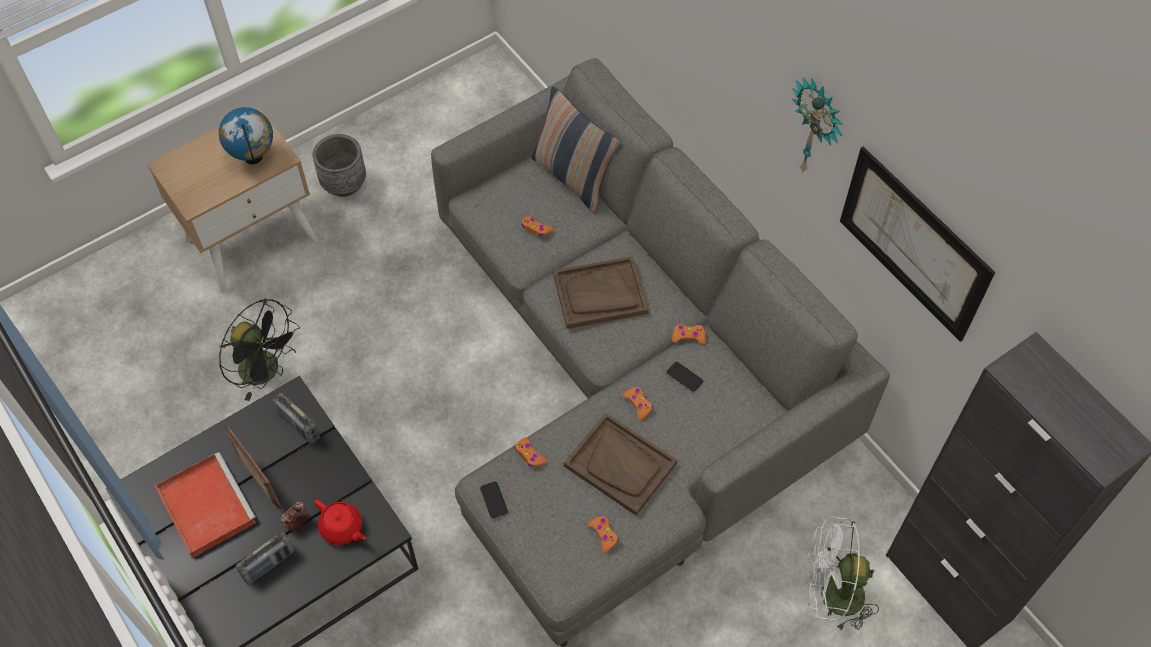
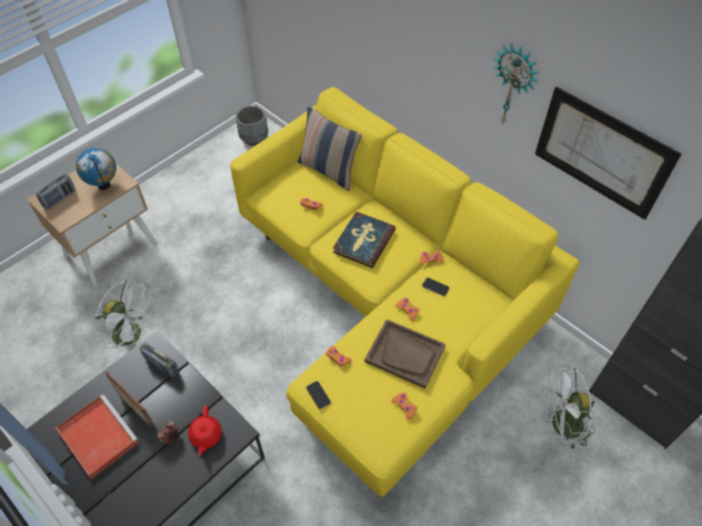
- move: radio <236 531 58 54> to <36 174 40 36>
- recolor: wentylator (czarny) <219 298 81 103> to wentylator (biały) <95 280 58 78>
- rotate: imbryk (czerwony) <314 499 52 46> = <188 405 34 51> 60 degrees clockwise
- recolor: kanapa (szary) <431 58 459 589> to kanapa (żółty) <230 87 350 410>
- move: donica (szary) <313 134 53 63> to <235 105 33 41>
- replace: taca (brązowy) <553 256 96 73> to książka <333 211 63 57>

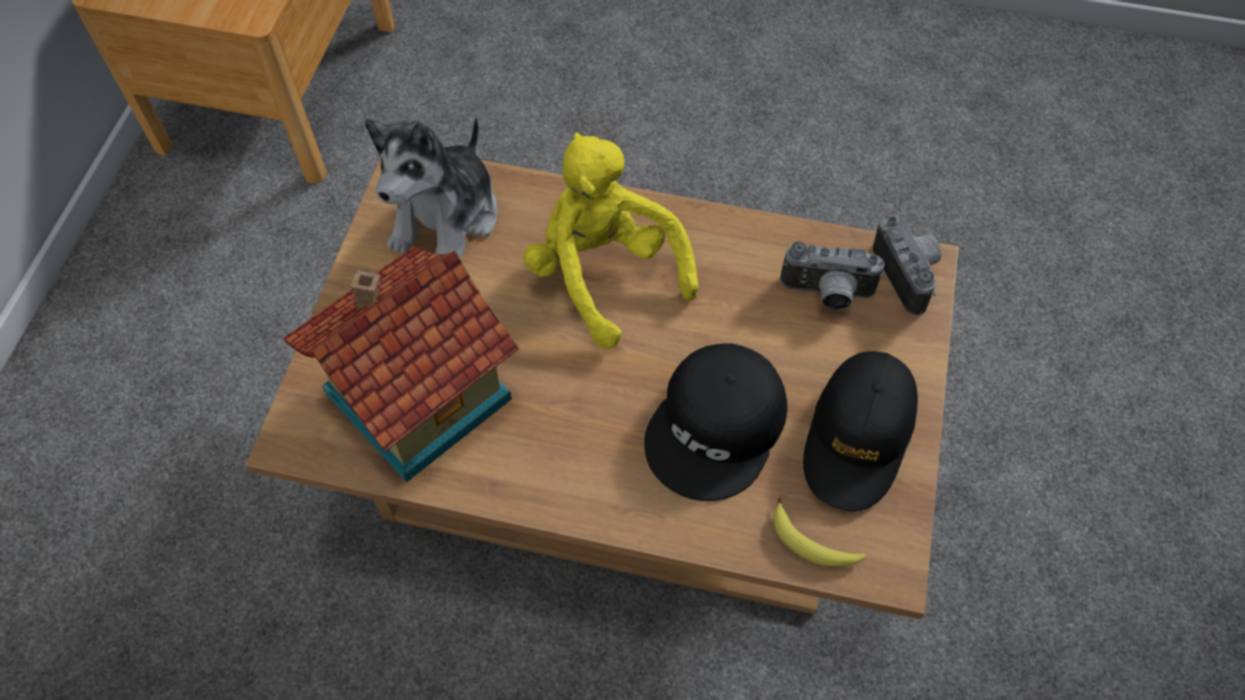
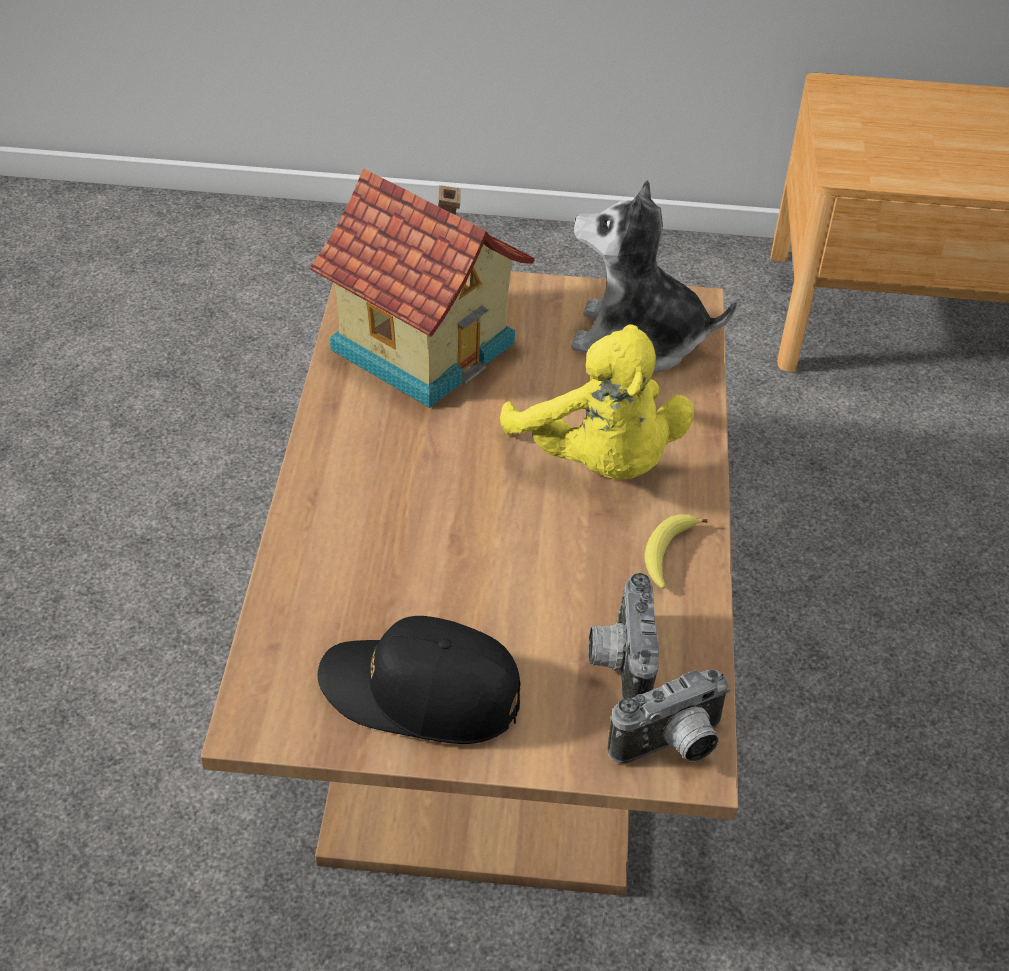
- rotate: pluszak (żółty) <523 132 175 217> = <500 324 194 156> 105 degrees clockwise
- move: banan <774 498 92 68> to <645 514 63 75>
- delete: czapka z daszkiem (czarny) <644 343 143 158>

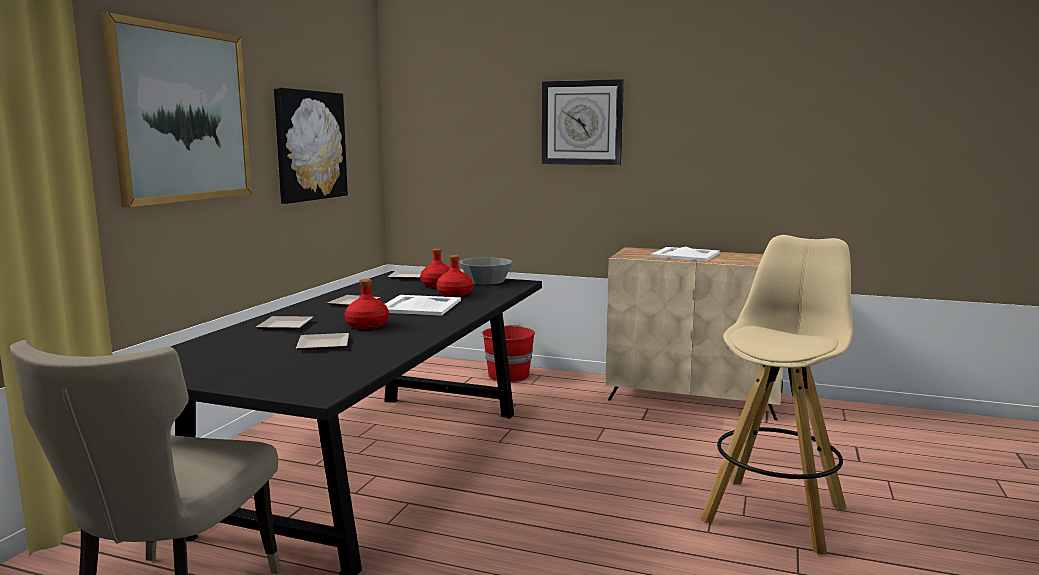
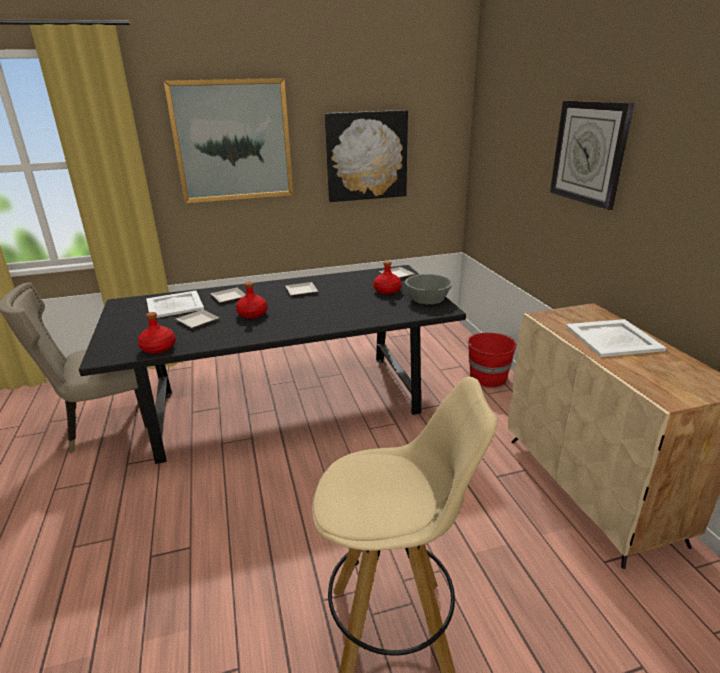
- move: butelka (czerwony) <437 255 36 42> to <138 312 38 42>
- move: taca (biały) <385 295 76 21> to <146 291 58 27>

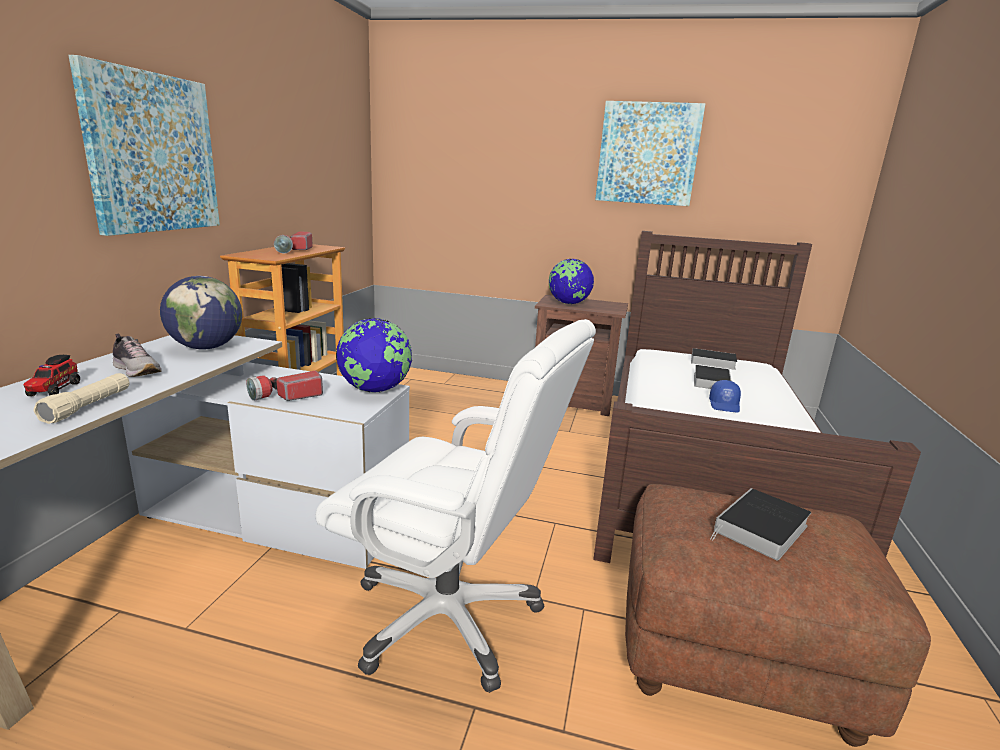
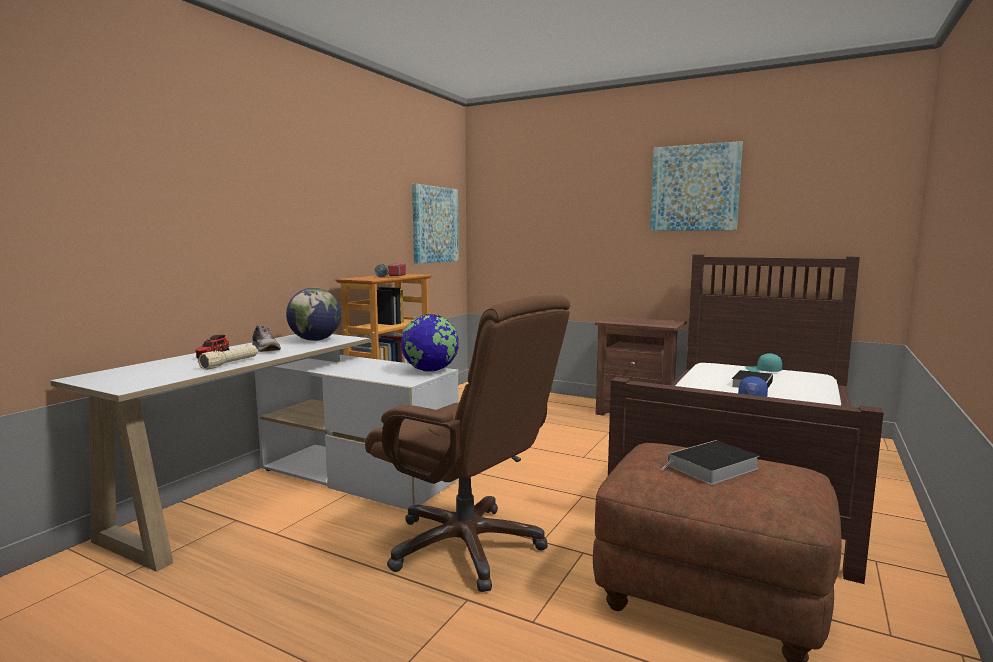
- recolor: krzesło biurowe (biały) <315 319 281 374> to krzesło biurowe (brązowy) <365 295 205 297>
- move: obraz <69 55 151 181> to <412 184 47 80>
- replace: książka <691 348 46 22> to czapka z daszkiem (turkusowy) <746 353 36 19>
- delete: latarka <246 371 77 30>
- delete: globus <549 259 45 45>

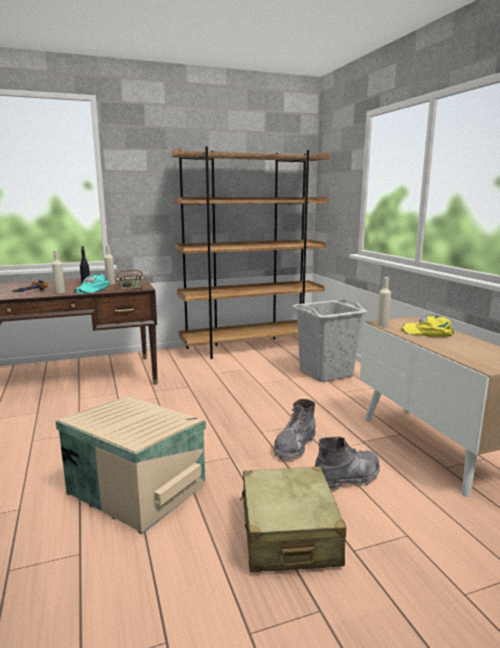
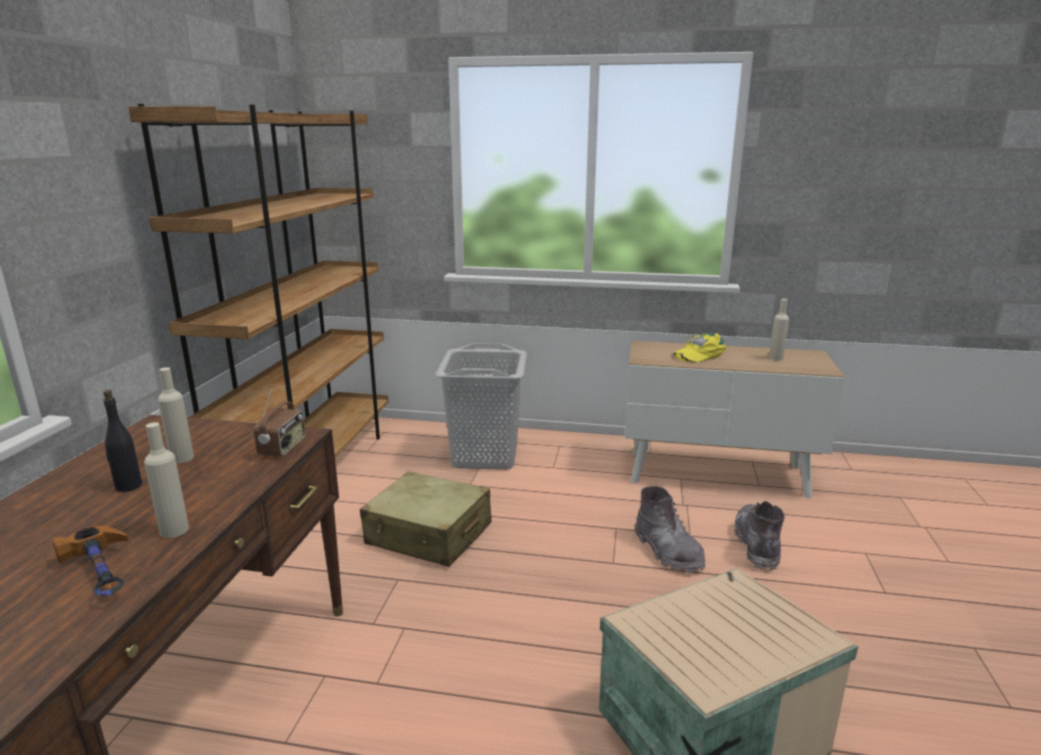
- move: walizka (beżowy) <240 466 106 106> to <360 471 132 96>
- move: butelka (beżowy) <377 277 14 50> to <769 299 20 61>
- delete: czapka z daszkiem (turkusowy) <74 274 36 20>

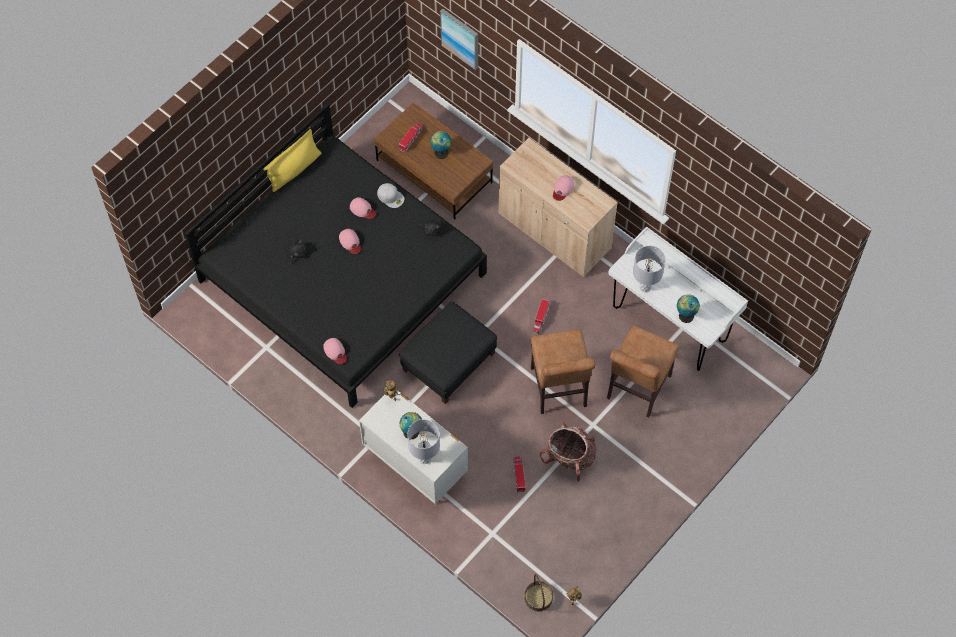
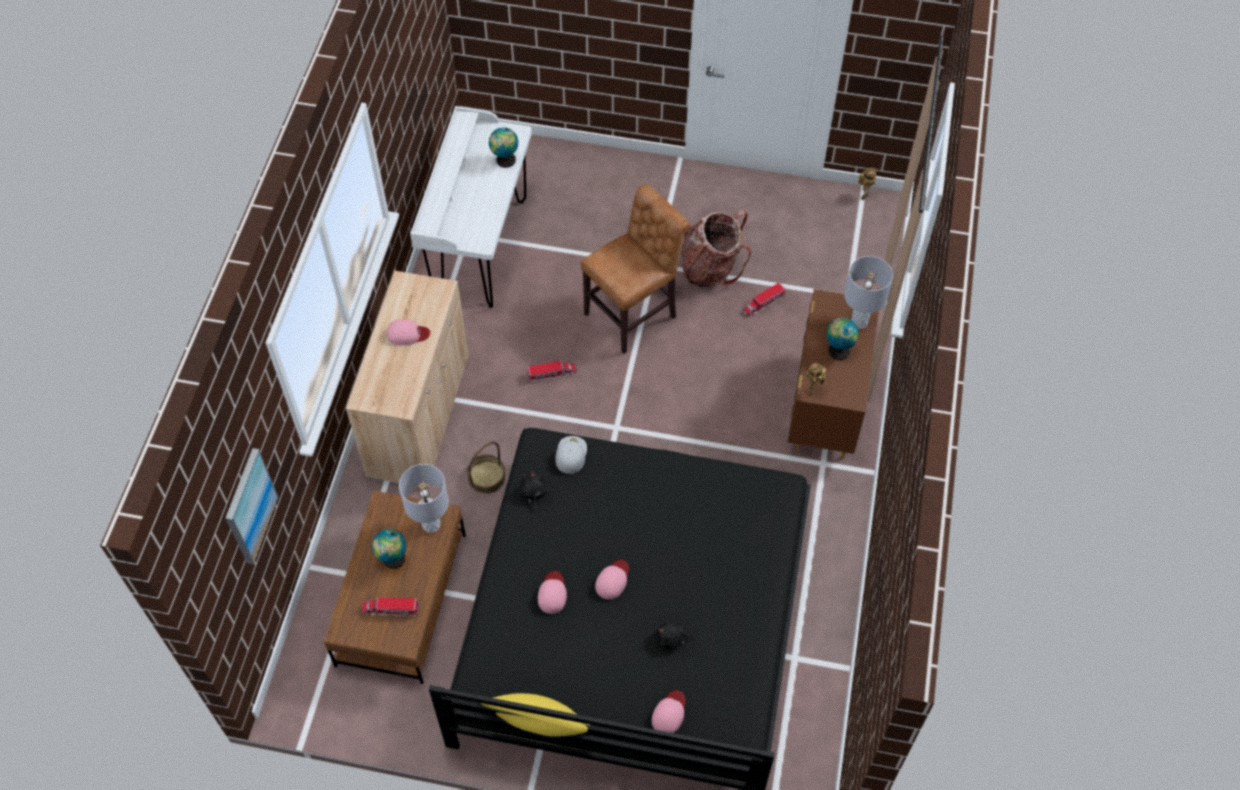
- move: lampa stołowa (szary) <633 246 33 46> to <399 464 50 69>
- move: koszyk <524 574 29 38> to <467 441 39 53>
- move: czapka z daszkiem (biały) <377 183 27 25> to <555 436 32 38>
- move: czapka z daszkiem (różowy) <323 338 24 26> to <652 690 34 43>
- recolor: komoda (biały) <359 391 109 113> to komoda (brązowy) <788 289 91 170>
- delete: pufa (czarny) <399 302 98 102>
- delete: krzesło (brązowy) <607 325 72 93>

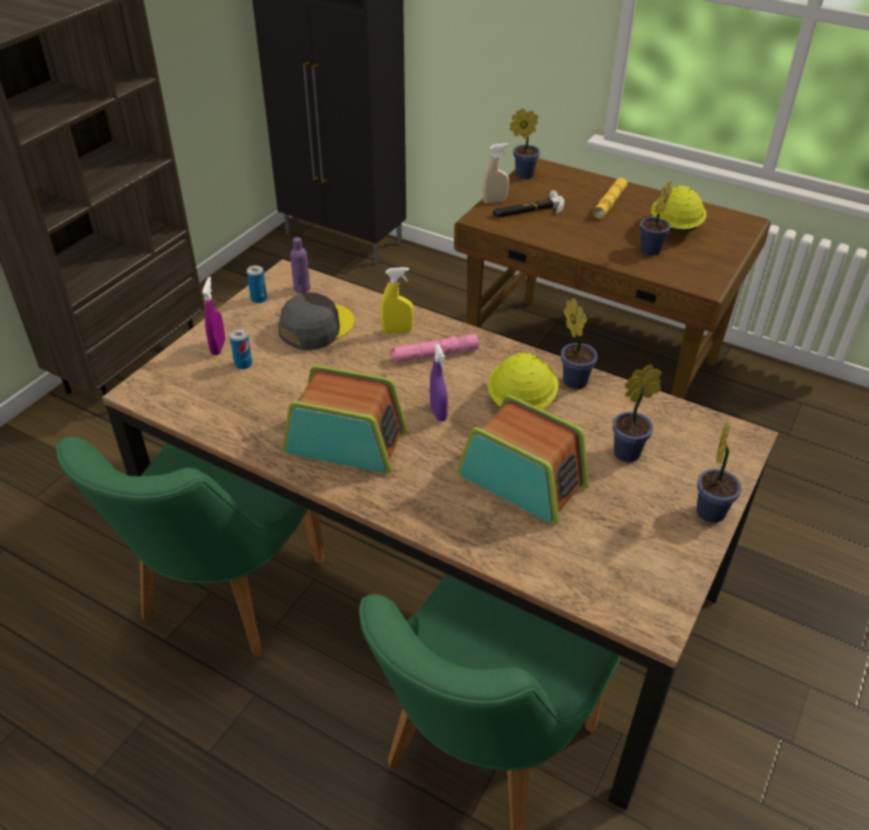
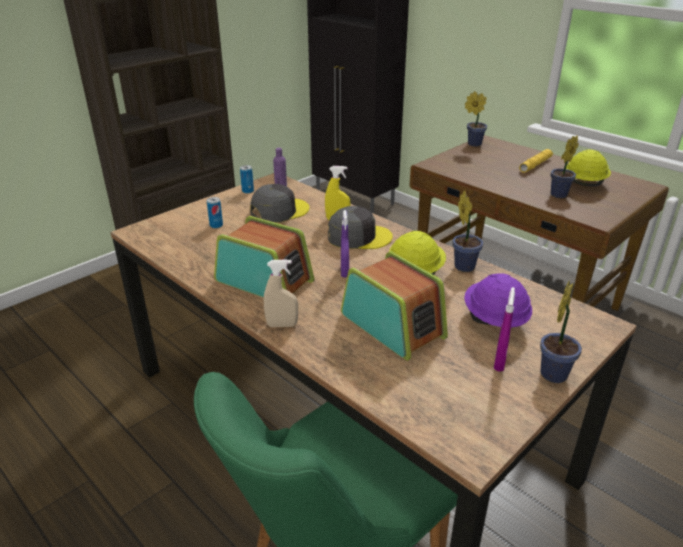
- move: spryskiwacz (beżowy) <483 143 26 60> to <264 259 34 68>
- replace: latarka (różowy) <390 334 89 29> to czapka z daszkiem (szary) <328 206 65 43>
- replace: roślina doniczkowa <613 364 49 98> to kask (fioletowy) <464 273 68 55>
- move: spryskiwacz (fioletowy) <202 277 23 78> to <494 287 21 85>
- delete: krzesło (zielony) <56 436 269 222>
- delete: młotek <493 190 71 28>

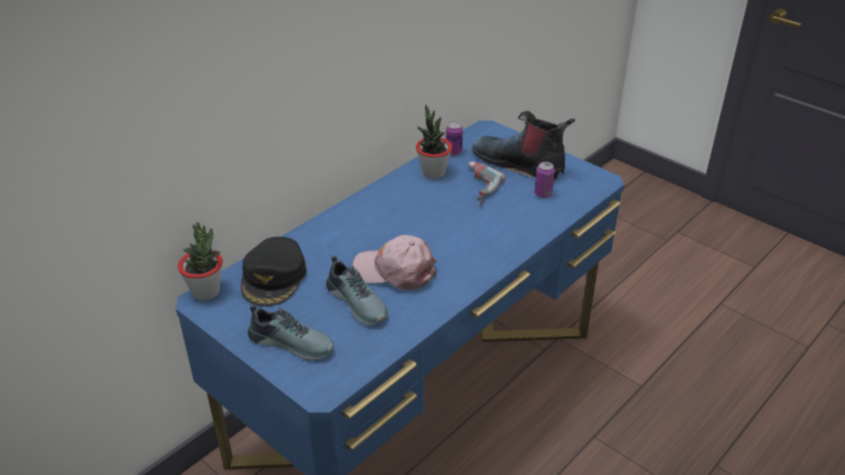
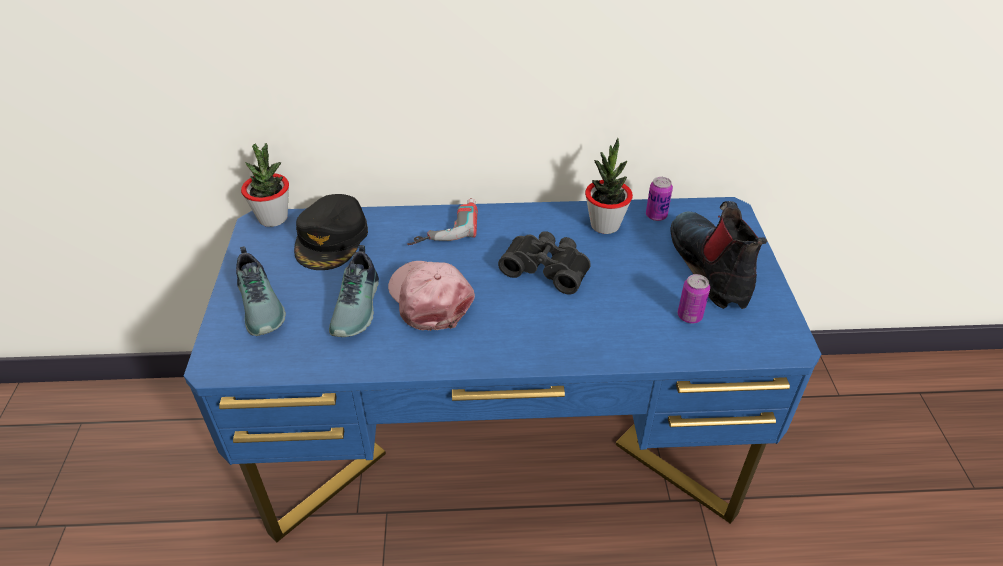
- rotate: czapka z daszkiem (czarny) <241 237 65 69> = <294 194 74 76> 45 degrees counterclockwise
- move: wiertarka <468 161 37 45> to <407 198 71 47>
- insert: lornetka (czarny) <498 231 93 64>

